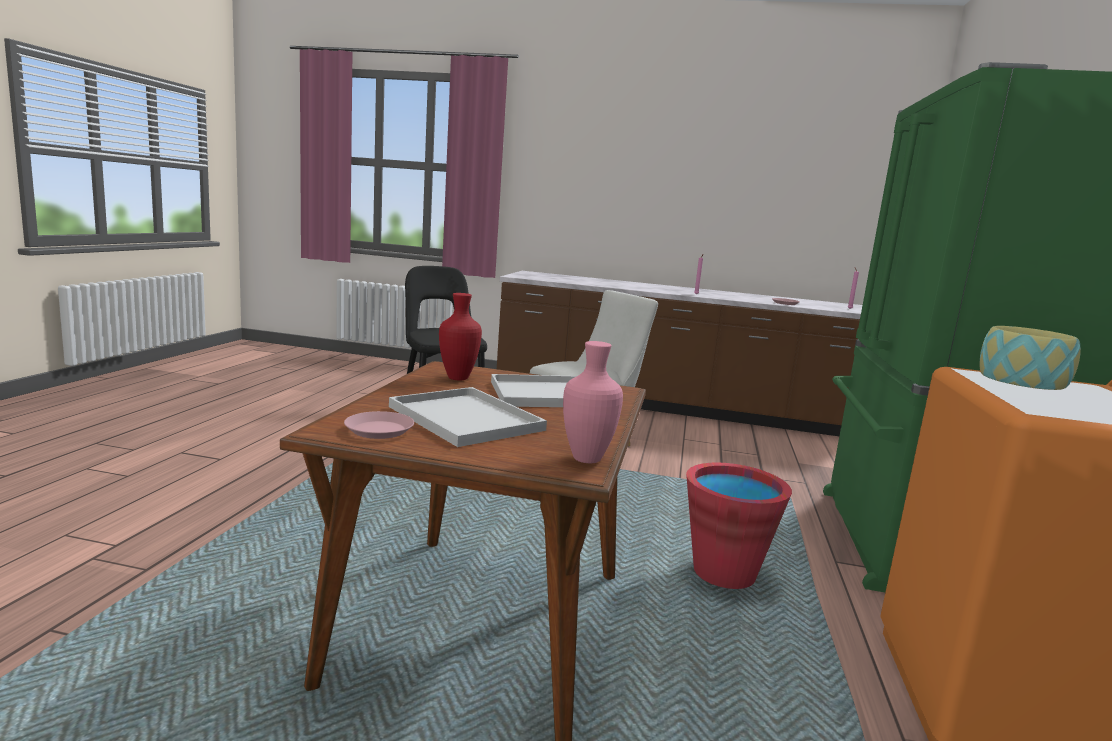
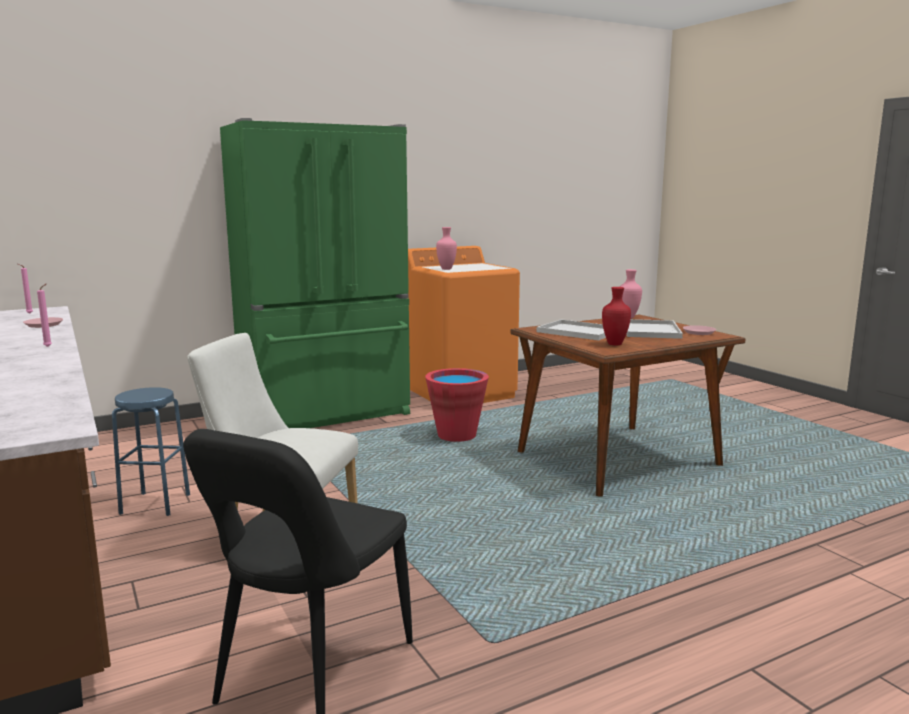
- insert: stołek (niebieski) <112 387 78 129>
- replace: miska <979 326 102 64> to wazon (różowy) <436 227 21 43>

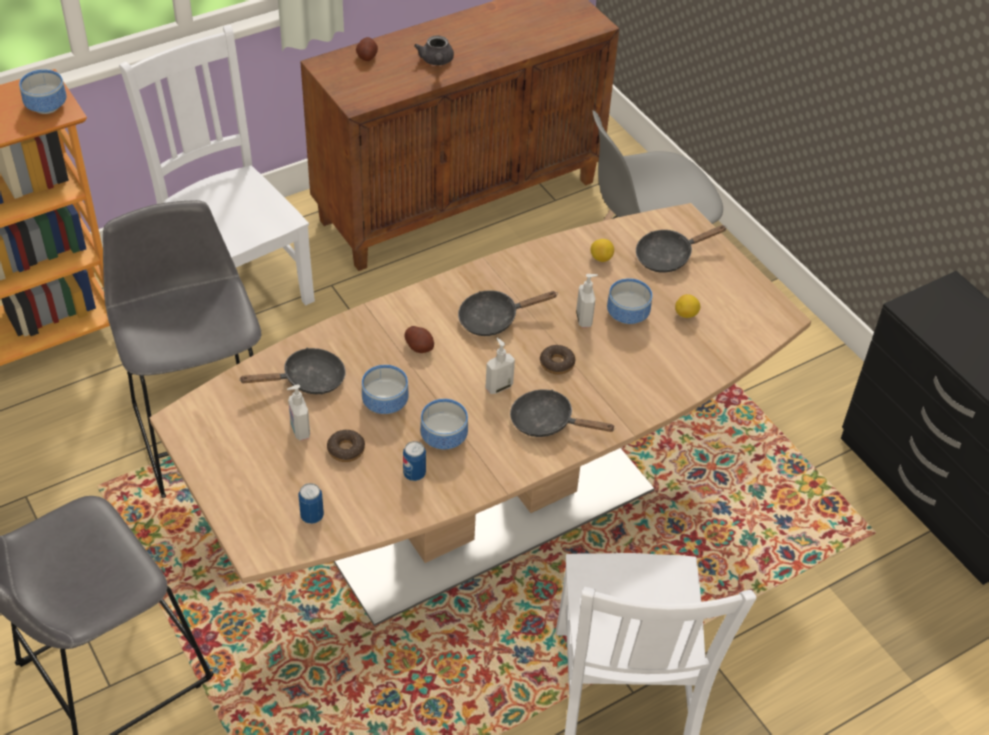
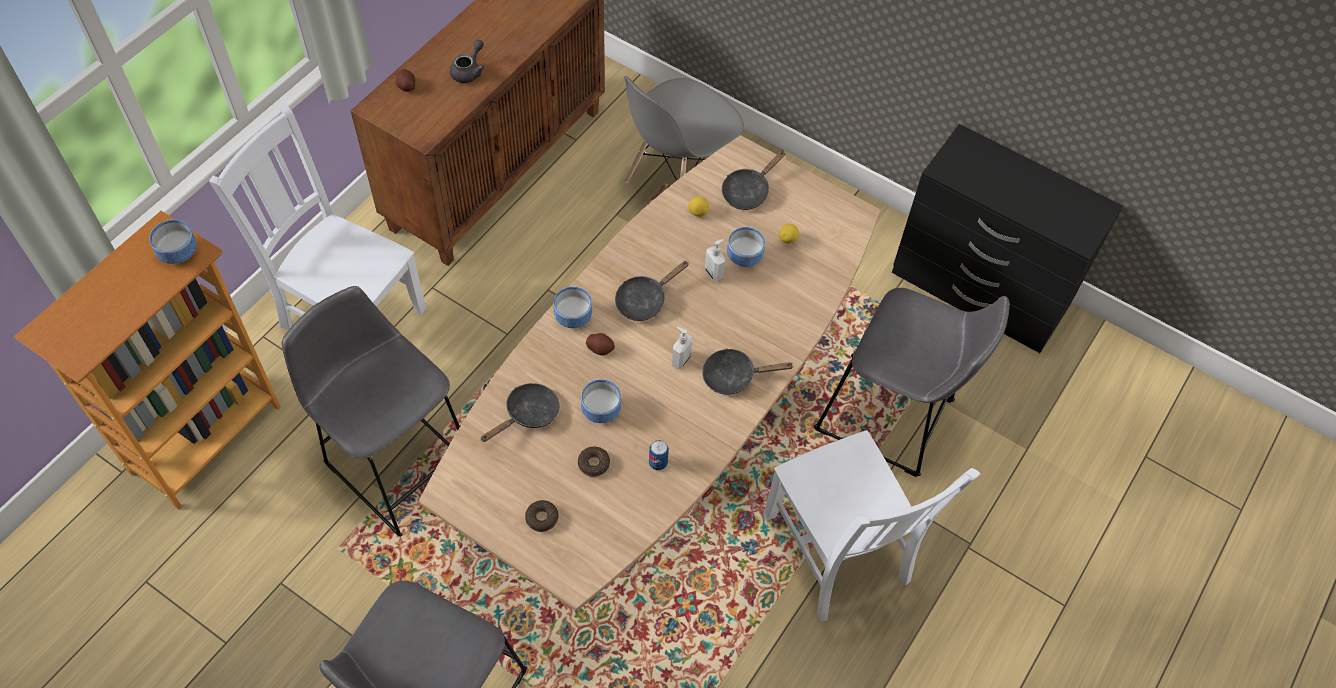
- rotate: imbryk (szary) <414 35 40 30> = <450 40 35 43> 120 degrees counterclockwise
- move: donut <540 345 35 30> to <525 500 33 32>
- move: miska <420 399 48 50> to <554 287 38 41>
- insert: stołek (szary) <814 288 196 189>
- delete: dozownik mydła <287 385 23 56>
- delete: puszka <298 483 26 41>

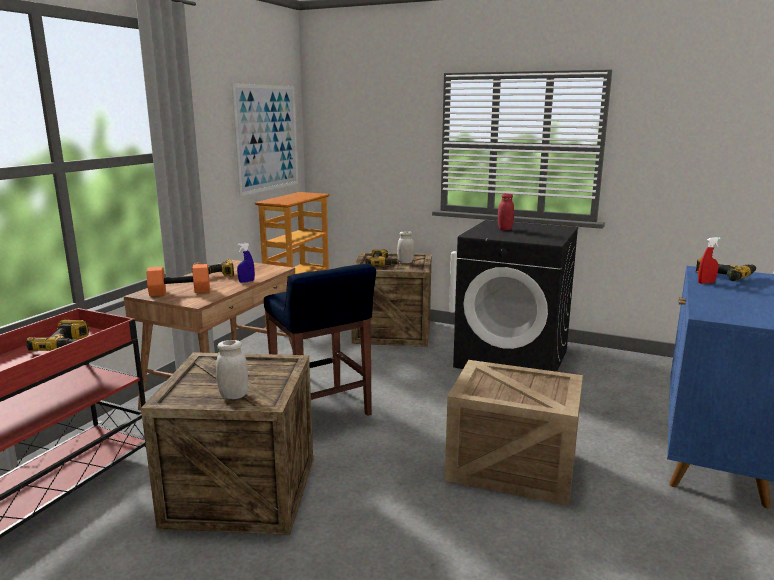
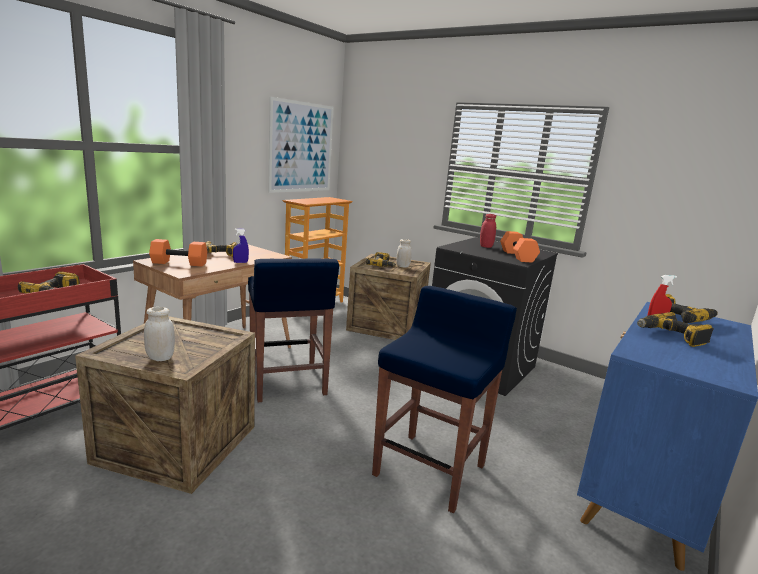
- replace: skrzynka <445 360 138 146> to stołek (niebieski) <372 286 145 228>
- insert: hantel (pomarańczowy) <500 231 40 31>
- insert: wiertarka <637 312 77 35>

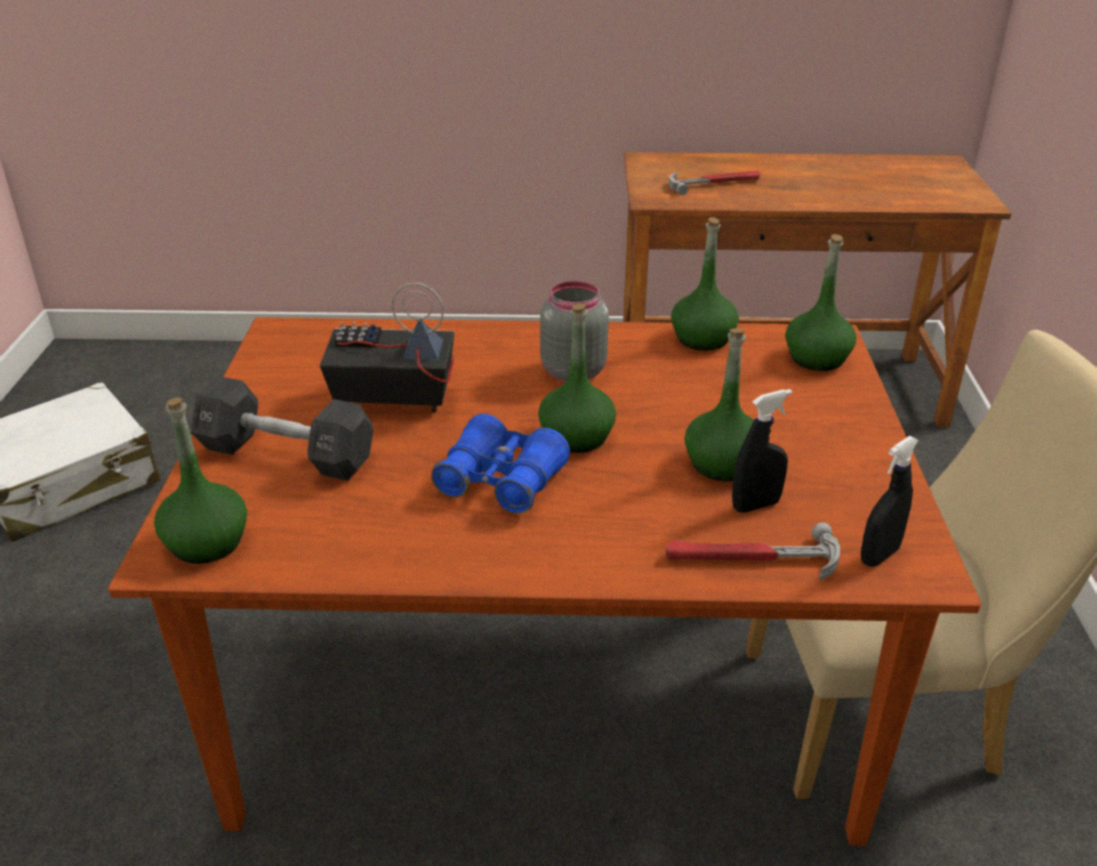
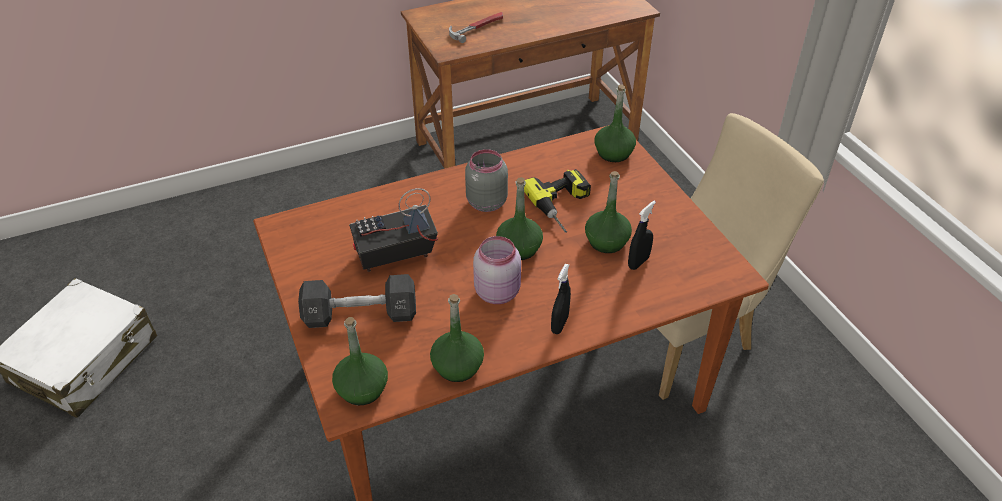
- move: butelka (zielony) <671 218 68 132> to <430 294 54 88>
- replace: lornetka (niebieski) <431 414 139 100> to słoik (różowy) <473 236 48 68>
- insert: wiertarka <524 169 67 64>
- move: spryskiwacz (czarny) <861 436 58 131> to <551 264 20 70>
- delete: młotek <666 523 174 57>

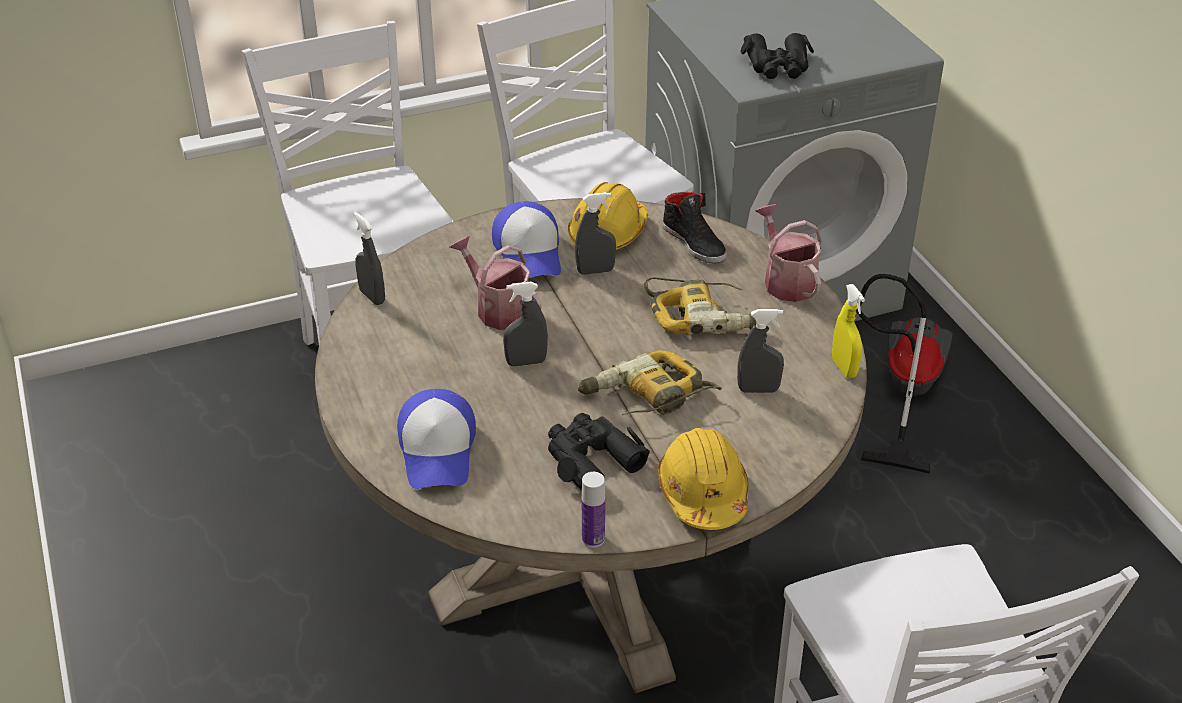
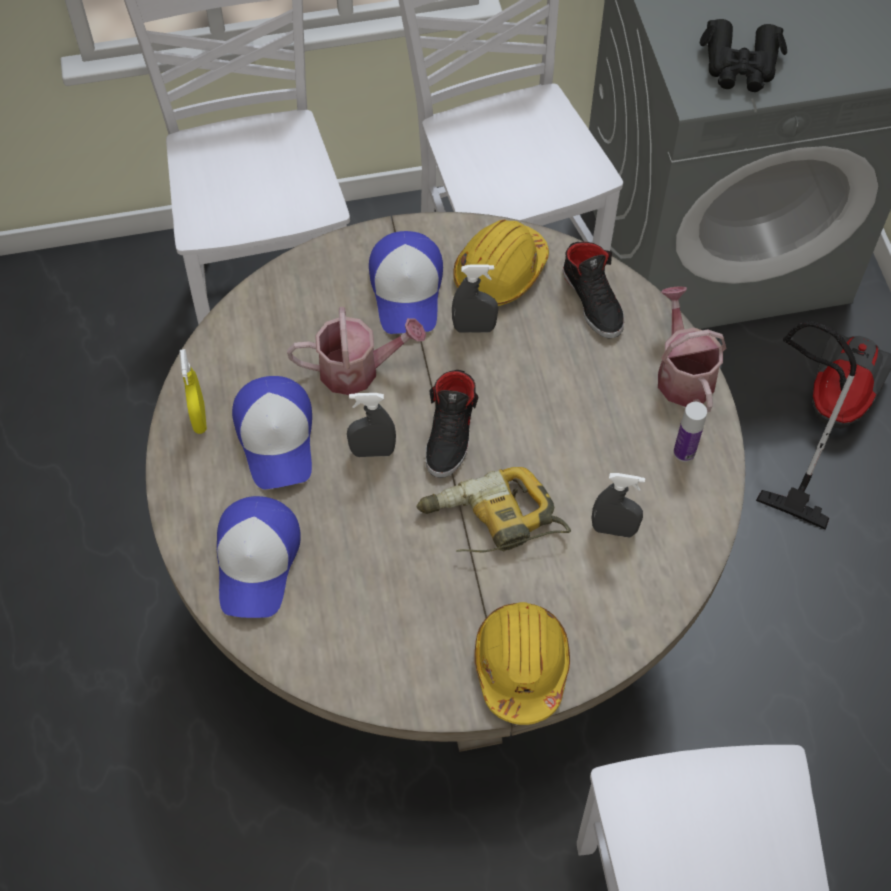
- move: spryskiwacz (żółty) <832 284 33 94> to <179 349 28 85>
- insert: czapka z daszkiem <232 376 80 114>
- rotate: konewka <450 235 92 95> = <287 307 139 88> 120 degrees clockwise
- insert: but (czarny) <426 370 52 108>
- move: butelka <582 472 23 76> to <674 402 33 60>
- delete: spryskiwacz (szary) <354 212 31 93>
- delete: lornetka (czarny) <548 413 102 77>
- delete: wiertarka <644 277 112 58>

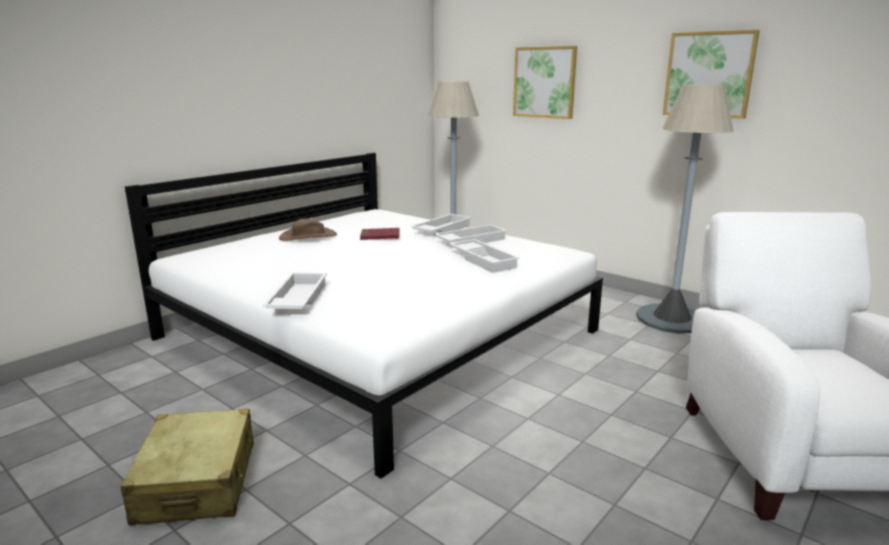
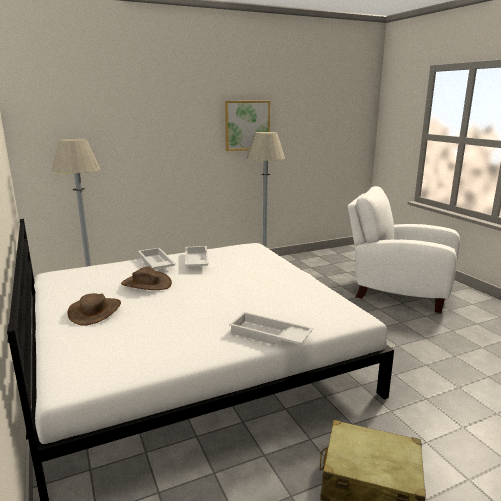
- replace: książka (czerwony) <360 228 40 12> to kapelusz (brązowy) <121 266 51 24>
- delete: taca (biały) <449 239 71 34>
- delete: obraz <513 46 64 73>

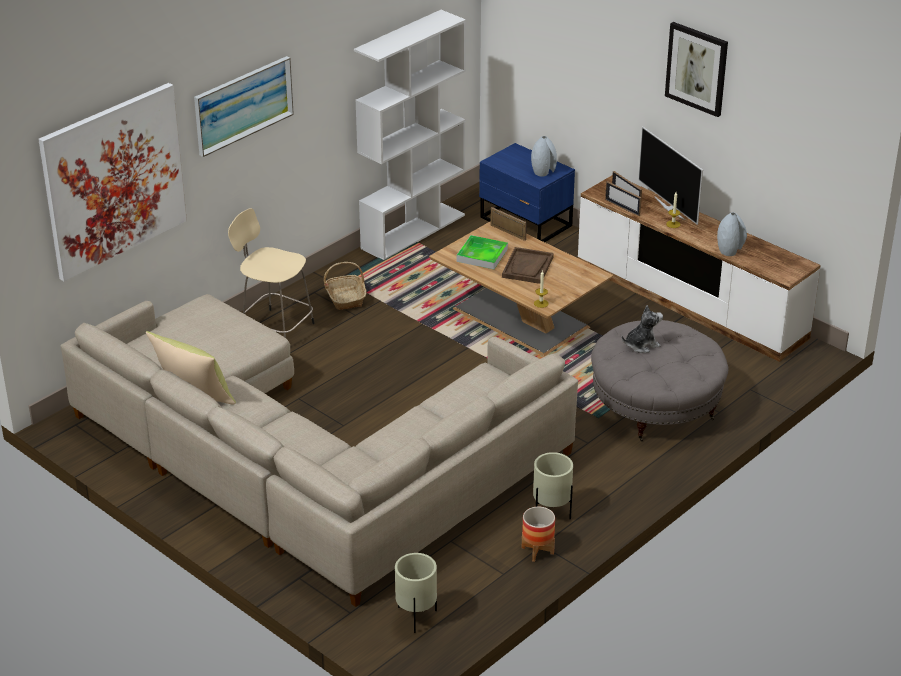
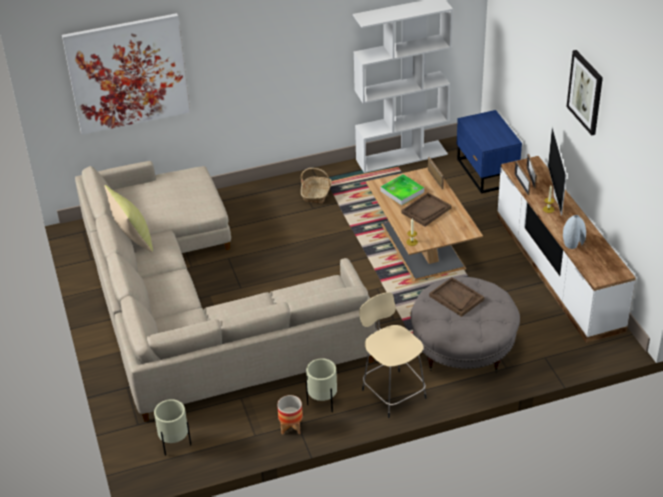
- move: stołek (beżowy) <228 208 87 130> to <359 292 68 126>
- replace: pluszak <622 305 41 48> to taca (brązowy) <429 277 55 40>
- delete: obraz <194 56 100 101>
- delete: wazon (szary) <531 136 26 41>

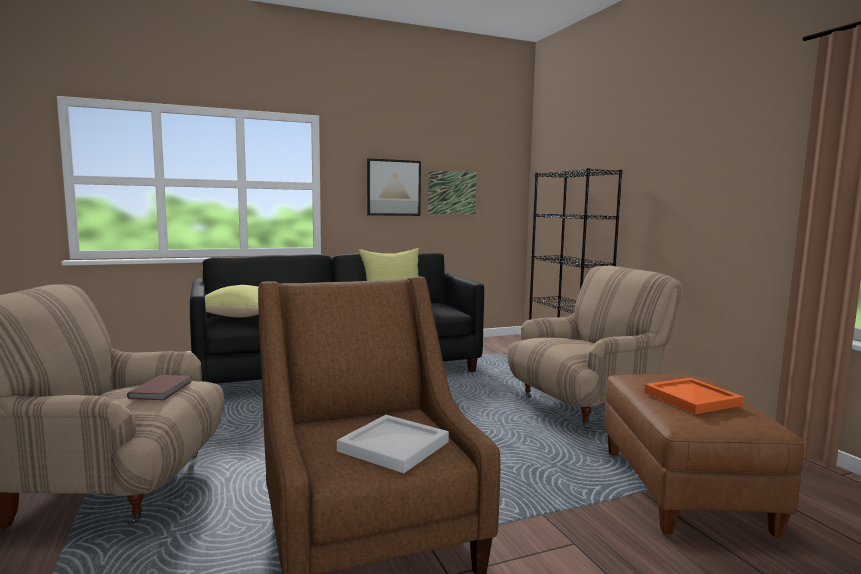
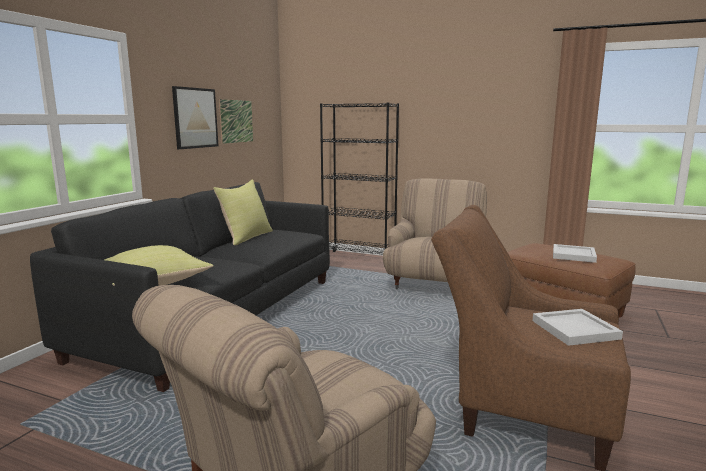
- recolor: taca (pomarańczowy) <644 378 100 36> to taca (biały) <553 244 44 19>
- delete: książka (brązowy) <127 375 64 25>

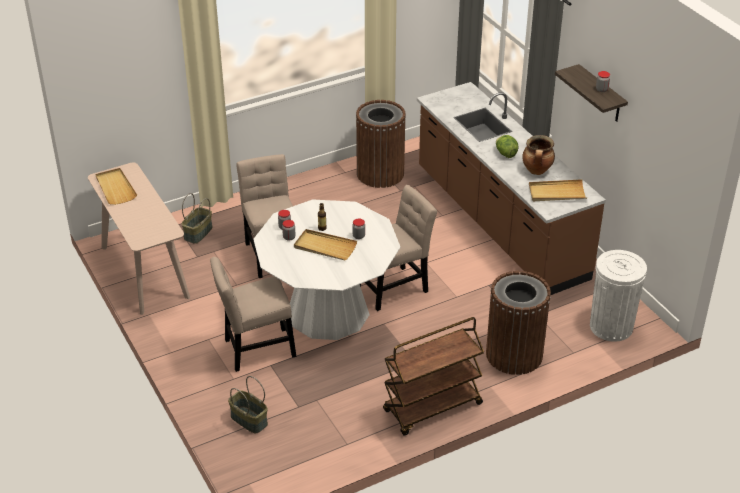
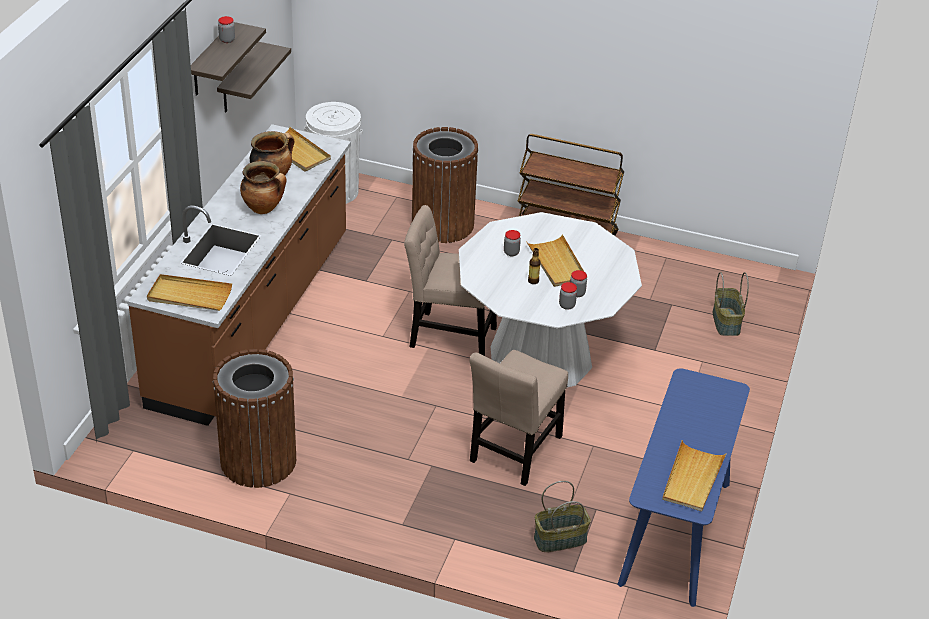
- insert: taca (beżowy) <147 274 85 37>
- insert: półka <217 42 74 70>
- replace: sałata <496 135 23 23> to garnek <240 161 47 53>
- recolor: stolik konsolowy (beżowy) <88 162 102 153> to stolik konsolowy (niebieski) <617 368 133 239>
- delete: krzesło (beżowy) <210 257 86 115>

